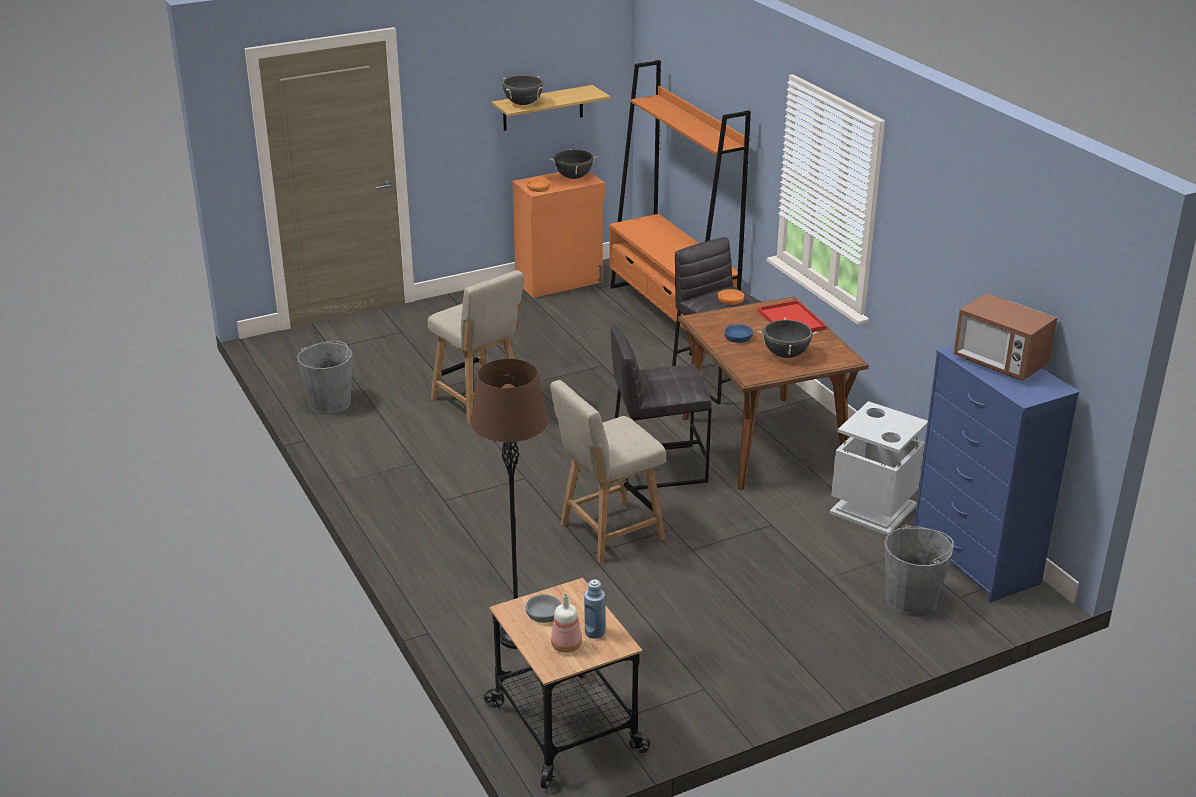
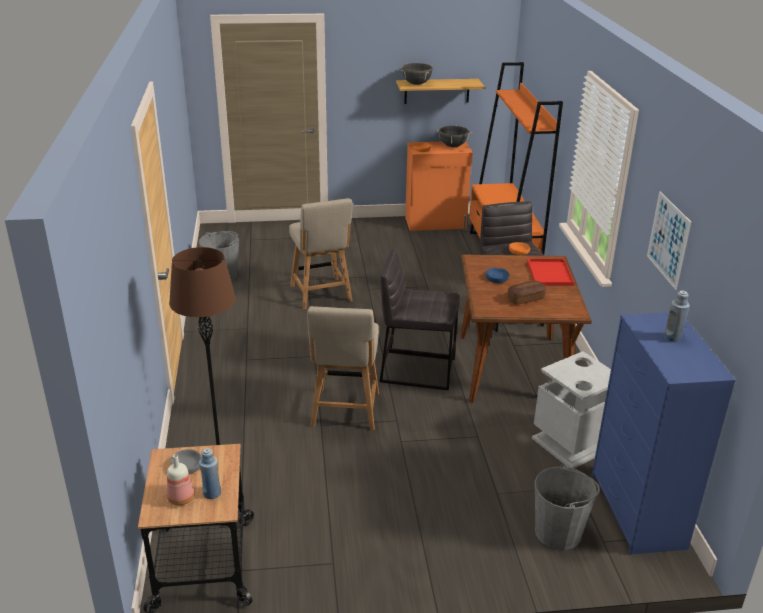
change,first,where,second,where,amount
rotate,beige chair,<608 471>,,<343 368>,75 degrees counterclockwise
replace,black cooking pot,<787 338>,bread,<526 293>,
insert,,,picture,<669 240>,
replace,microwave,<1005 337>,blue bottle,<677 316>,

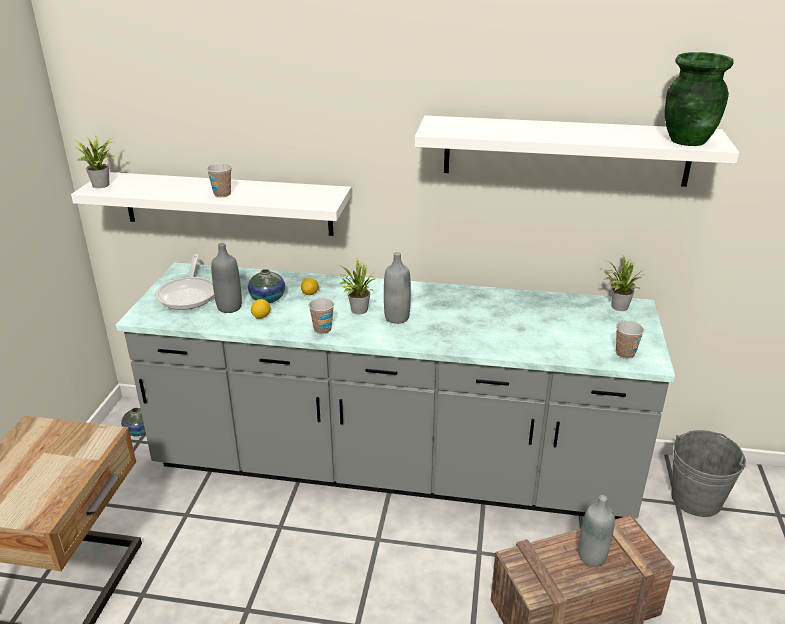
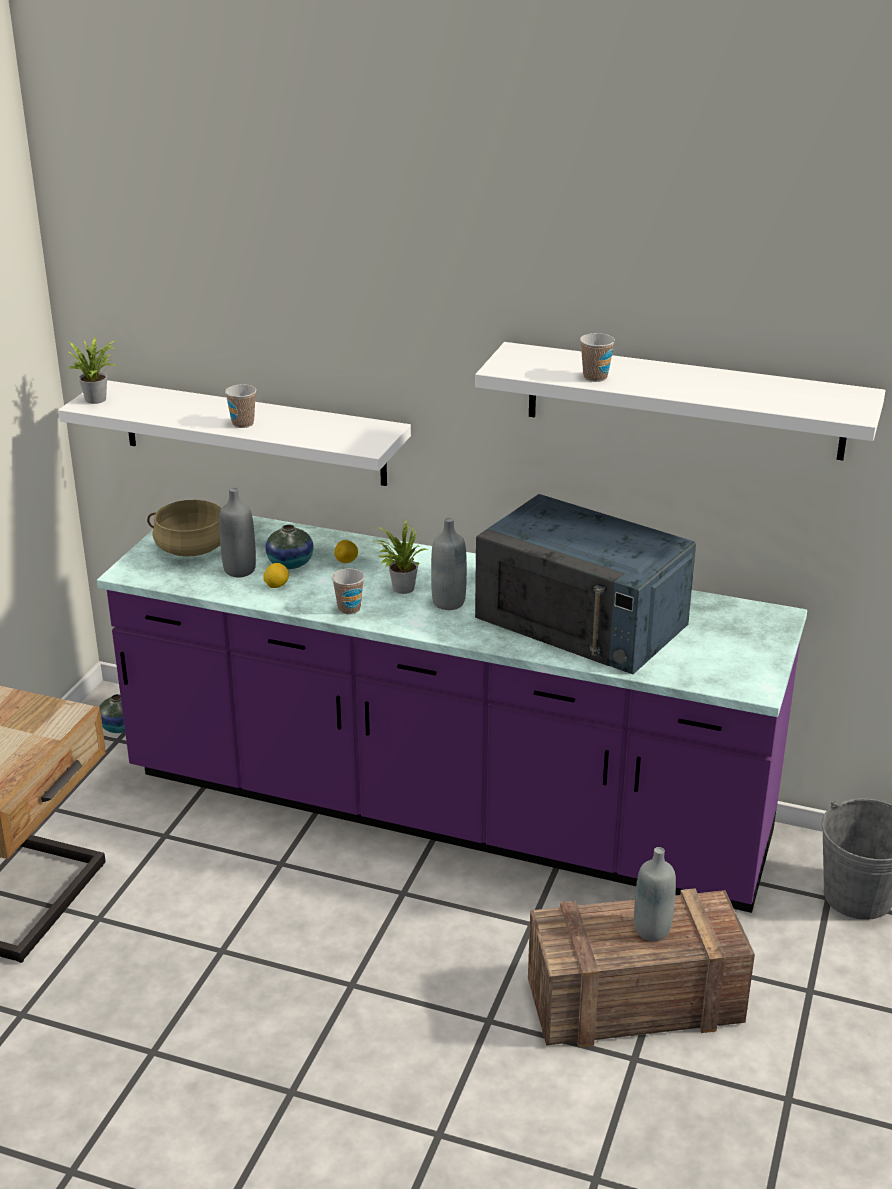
change,first,where,second,where,amount
recolor,grey counter,<395 391>,purple counter,<452 714>,
replace,frying pan,<184 282>,beige cooking pot,<184 528>,
insert,,,blue microwave,<585 584>,
move,cup,<630 340>,,<597 357>,
delete,potted plant,<624 283>,,,
delete,green vase,<699 99>,,,

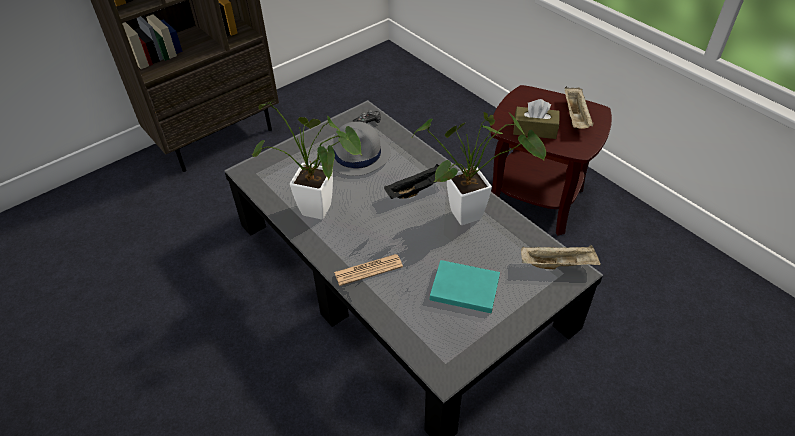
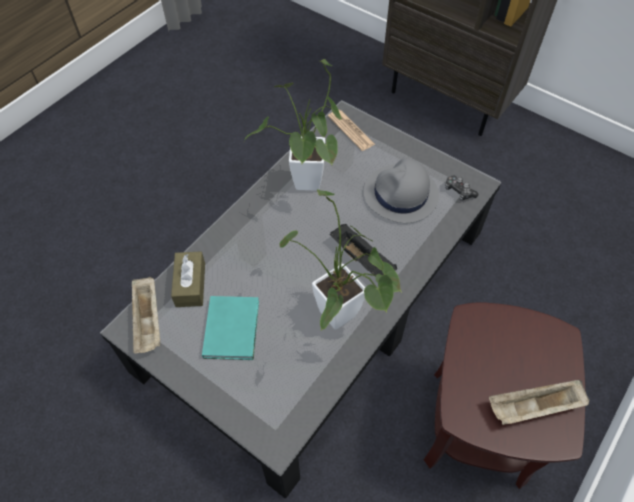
change,first,where,second,where,amount
move,beige tray,<561 257>,,<146 315>,
move,brown tissue box,<536 119>,,<188 279>,
move,newspaper,<368 270>,,<352 130>,

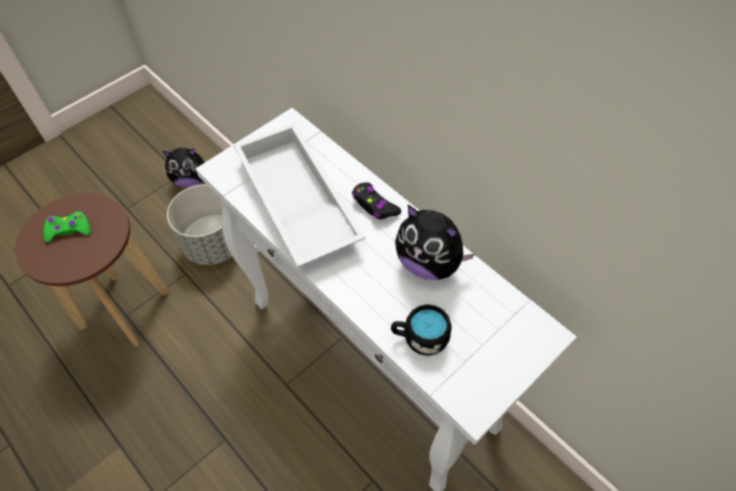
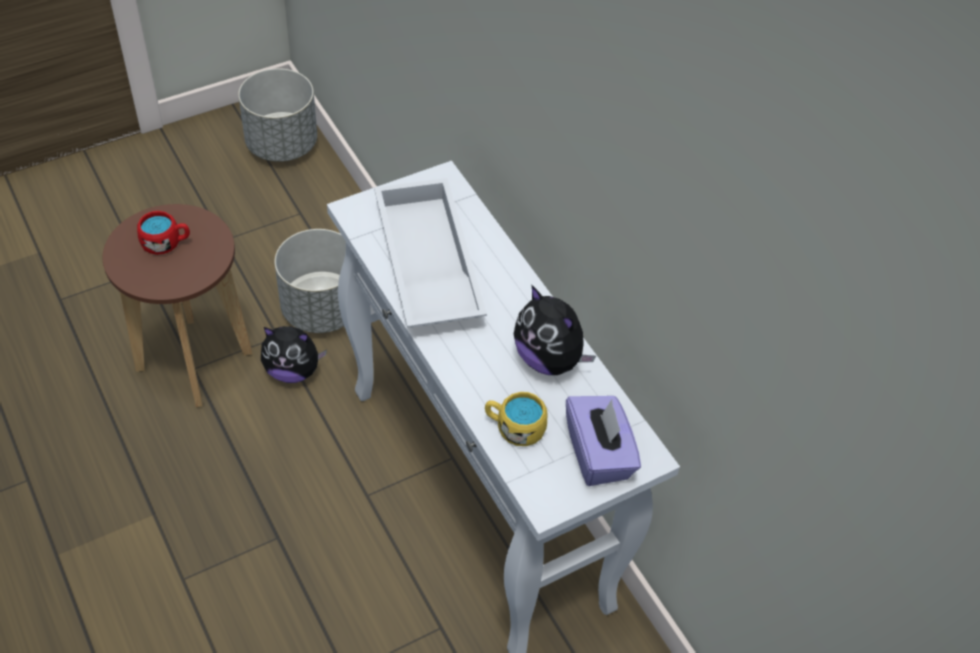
change,first,where,second,where,amount
replace,green game controller,<67 226>,red mug,<163 233>,
insert,,,grey planter,<277 115>,
move,plush toy,<184 168>,,<294 354>,
recolor,black mug,<421 330>,yellow mug,<516 419>,
insert,,,purple tissue box,<603 441>,
delete,black game controller,<376 200>,,,

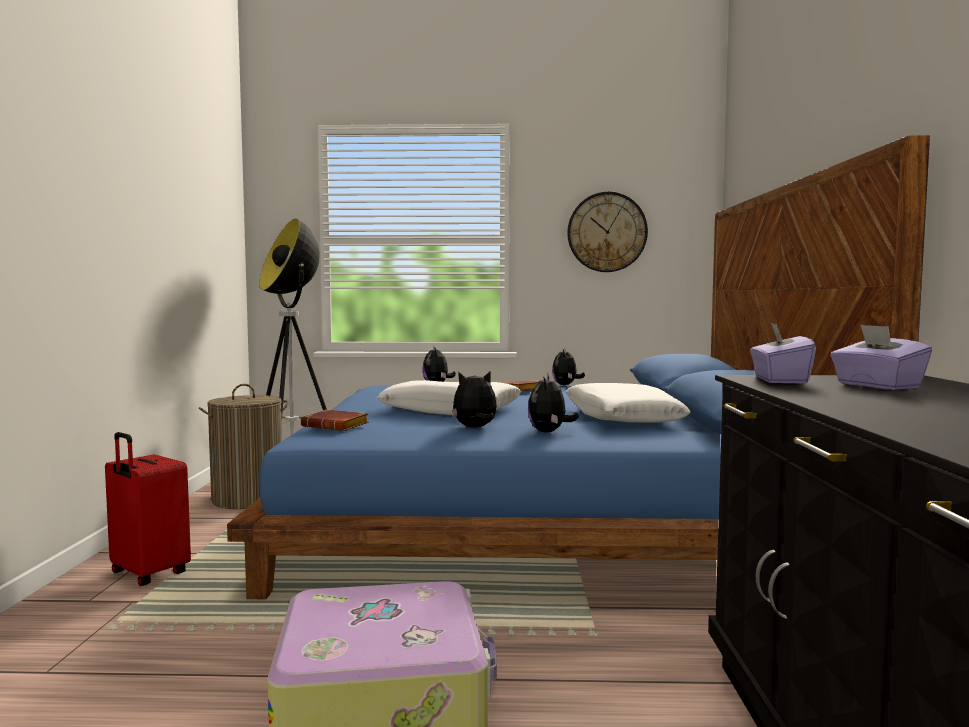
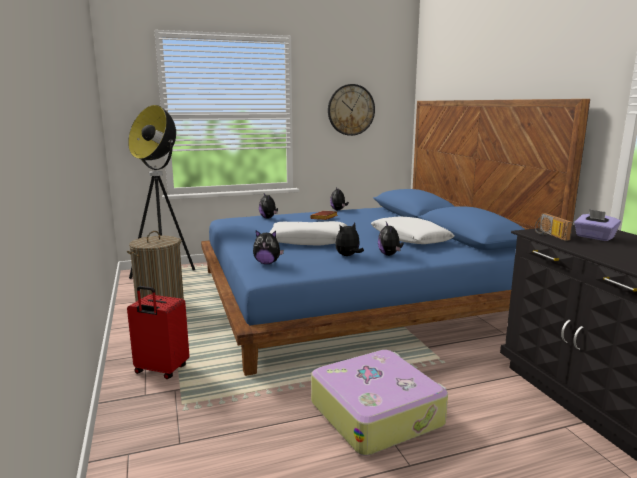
change,first,where,second,where,amount
replace,brown book,<334 420>,plush toy,<268 247>,
replace,purple tissue box,<783 353>,radio,<554 227>,

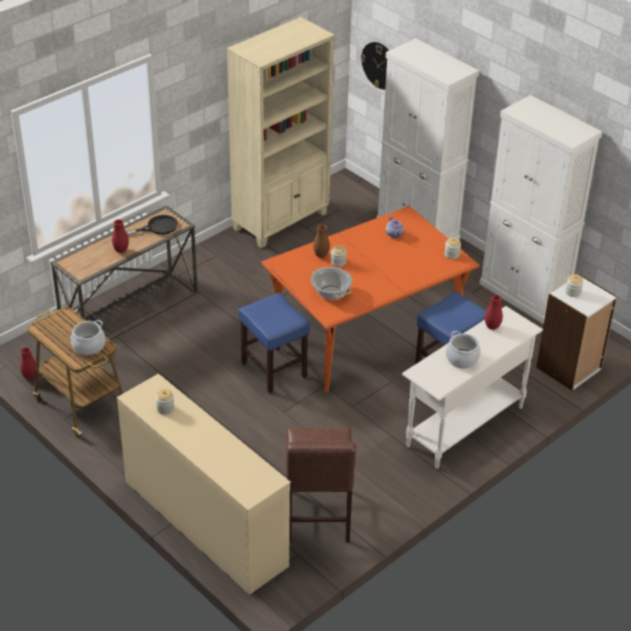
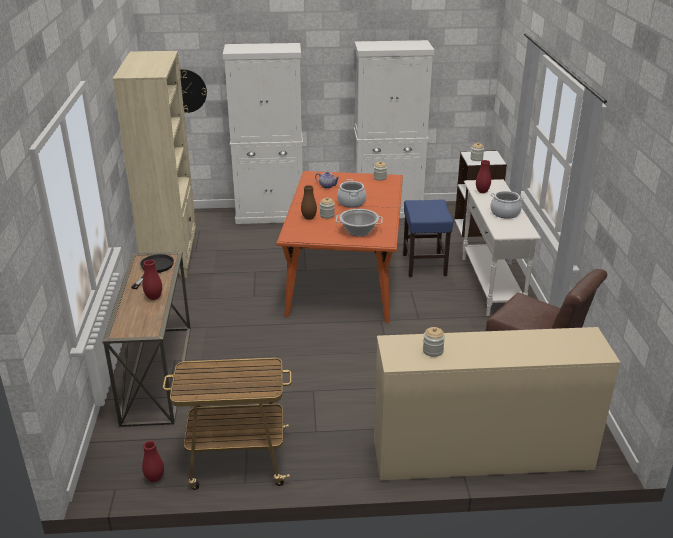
change,first,where,second,where,amount
move,cooking pot,<88 337>,,<351 193>,
delete,blue stool,<274 343>,,,

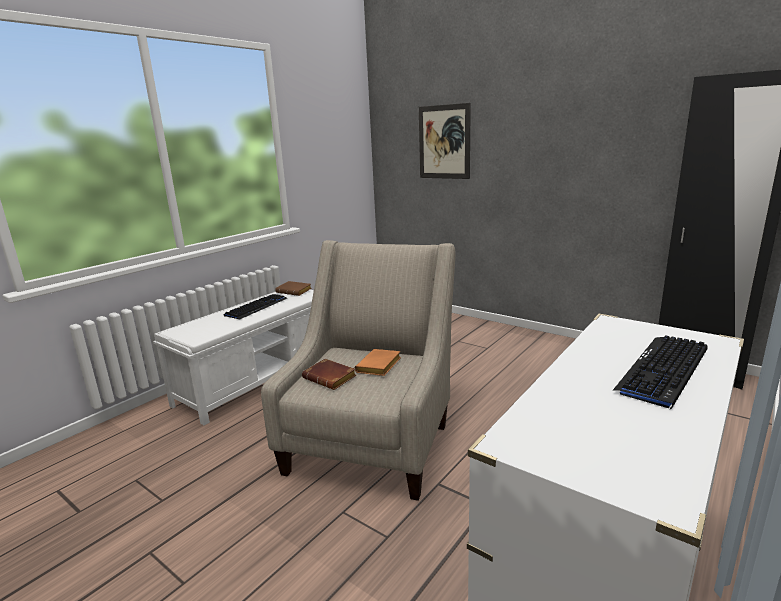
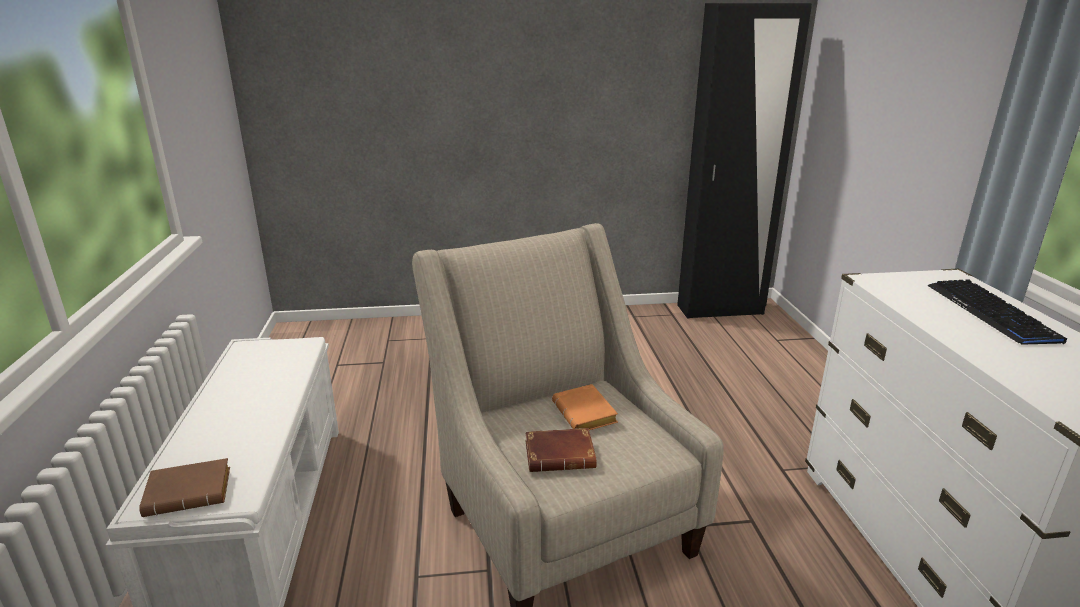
change,first,where,second,where,amount
move,brown book,<293 288>,,<184 487>,
delete,keyboard,<255 306>,,,
delete,picture,<445 141>,,,

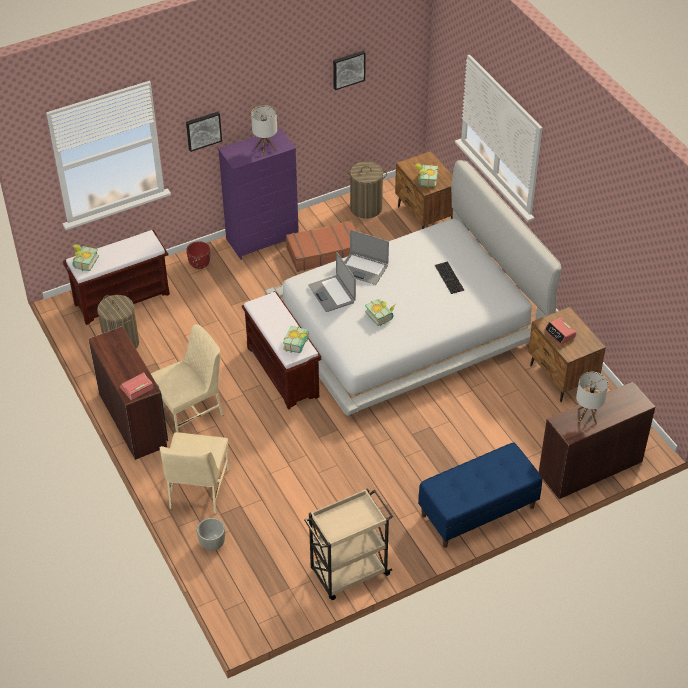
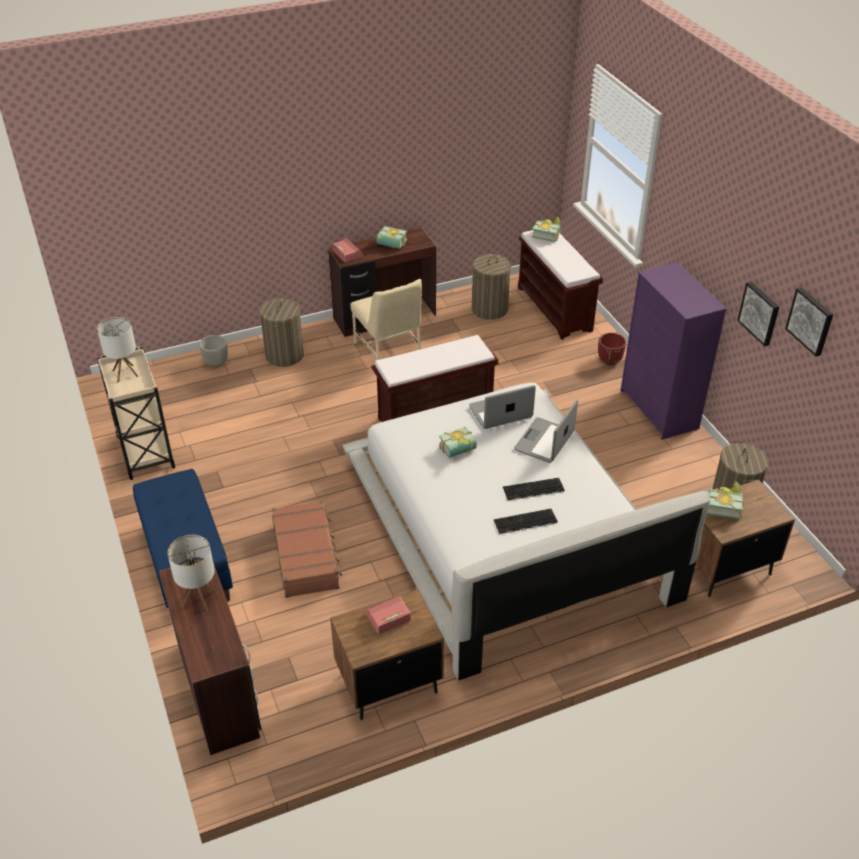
change,first,where,second,where,amount
move,table lamp,<264 131>,,<118 350>,
replace,beige chair,<195 473>,laundry basket,<281 332>,
move,brown suitcase,<321 246>,,<307 549>,
move,book,<296 339>,,<391 237>,
insert,,,keyboard,<534 489>,
move,picture,<204 132>,,<758 314>,

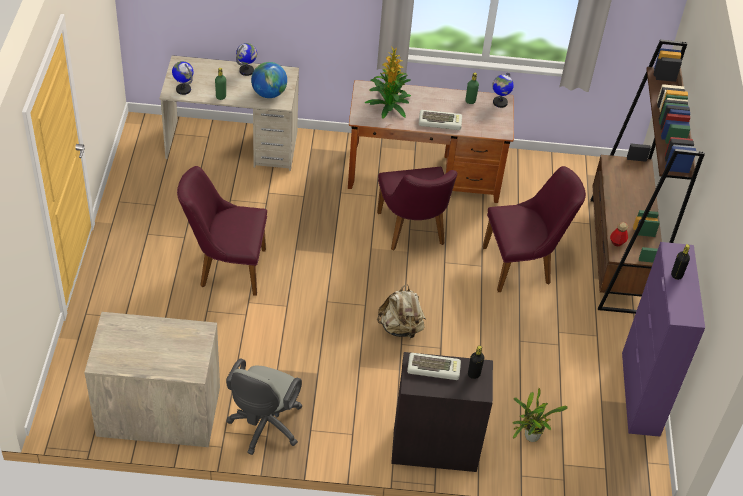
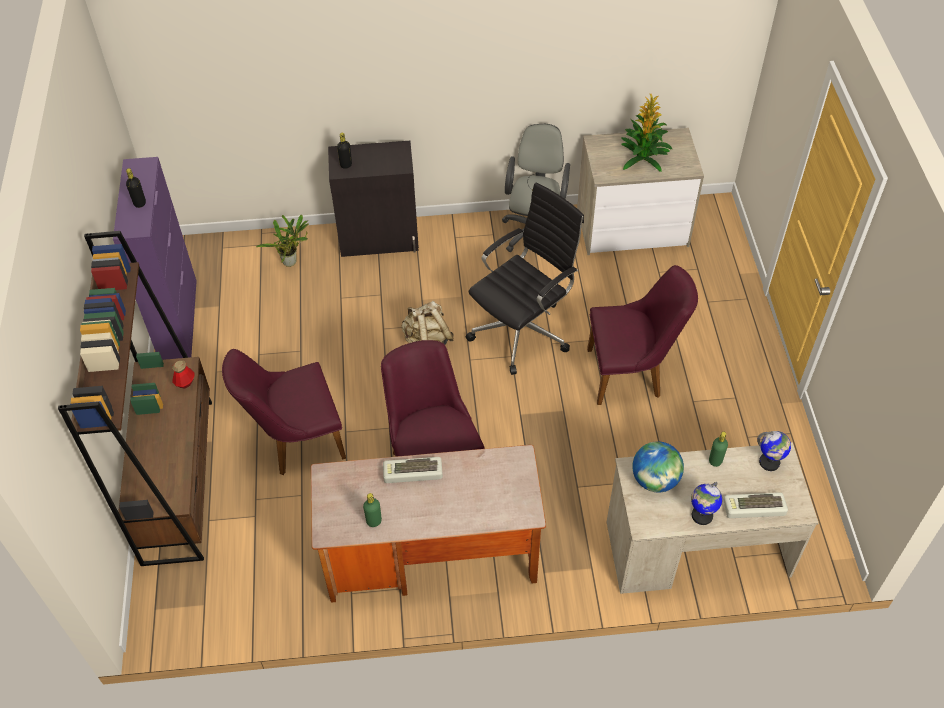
change,first,where,second,where,amount
insert,,,black office chair,<525 278>,
move,potted plant,<388 82>,,<646 132>,
move,keyboard,<434 366>,,<755 505>,
delete,globe,<503 90>,,,

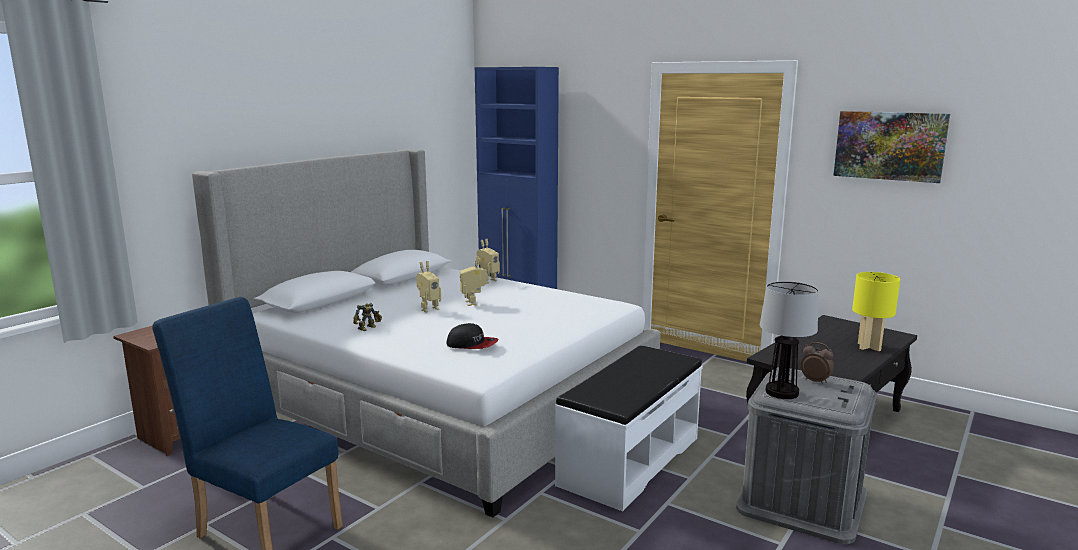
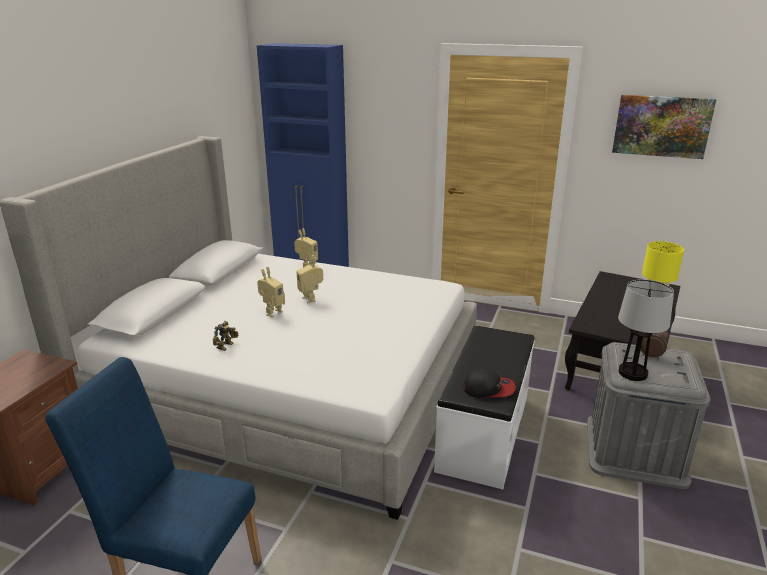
change,first,where,second,where,amount
move,cap,<472 336>,,<489 383>,

